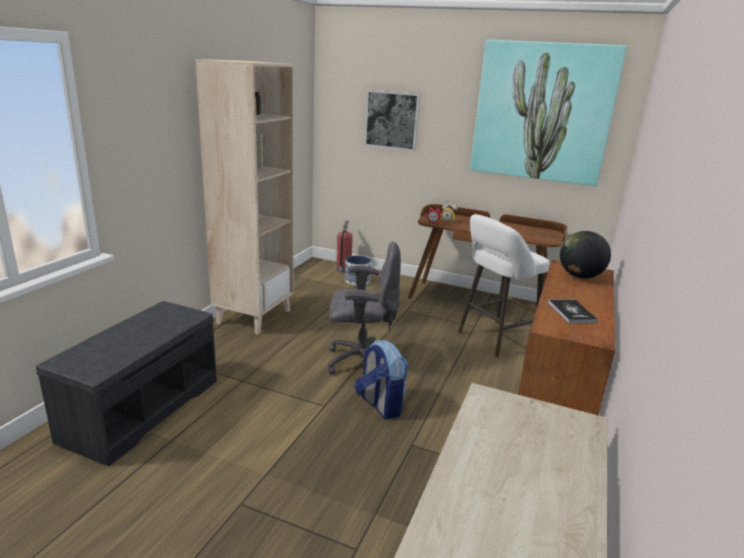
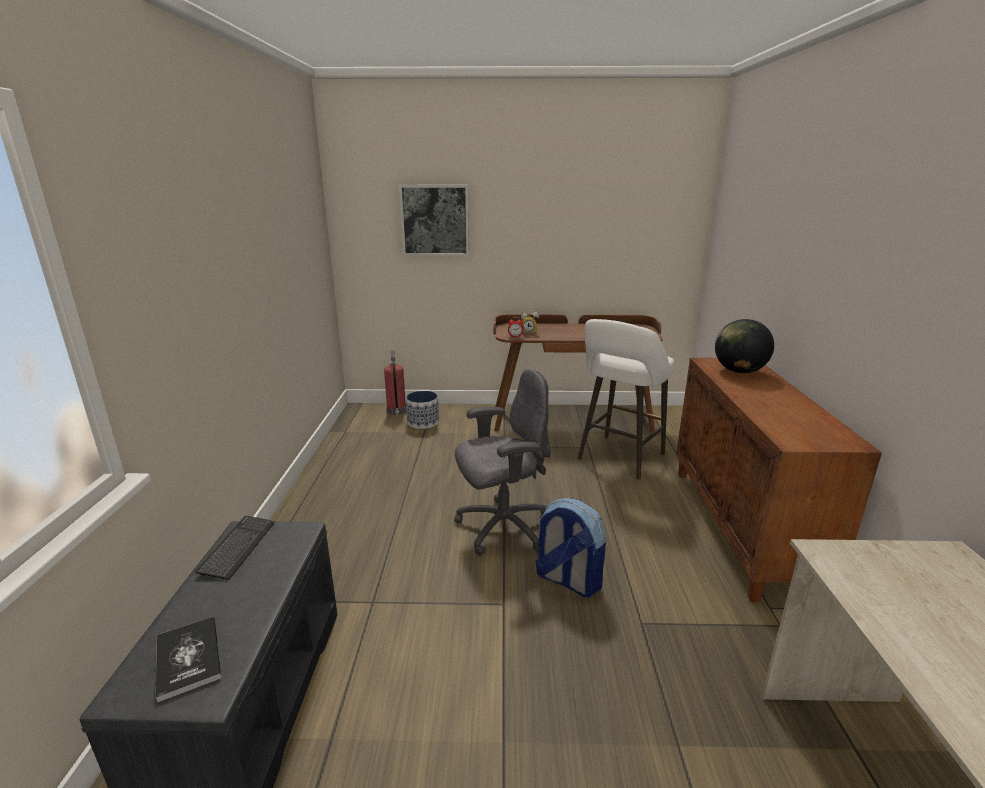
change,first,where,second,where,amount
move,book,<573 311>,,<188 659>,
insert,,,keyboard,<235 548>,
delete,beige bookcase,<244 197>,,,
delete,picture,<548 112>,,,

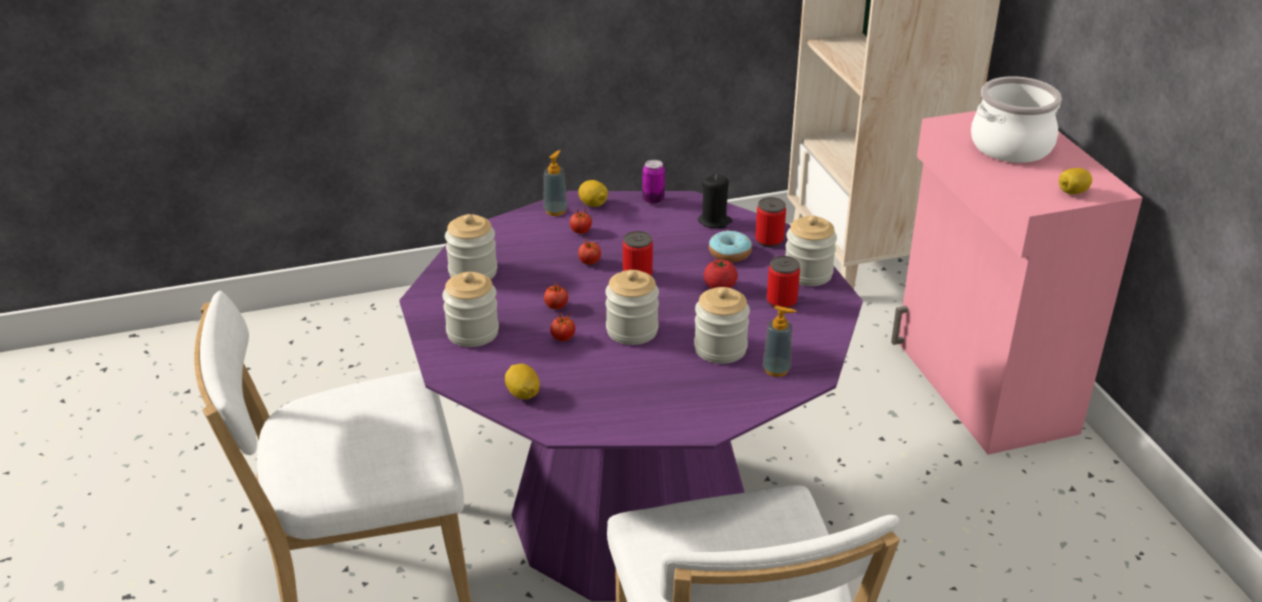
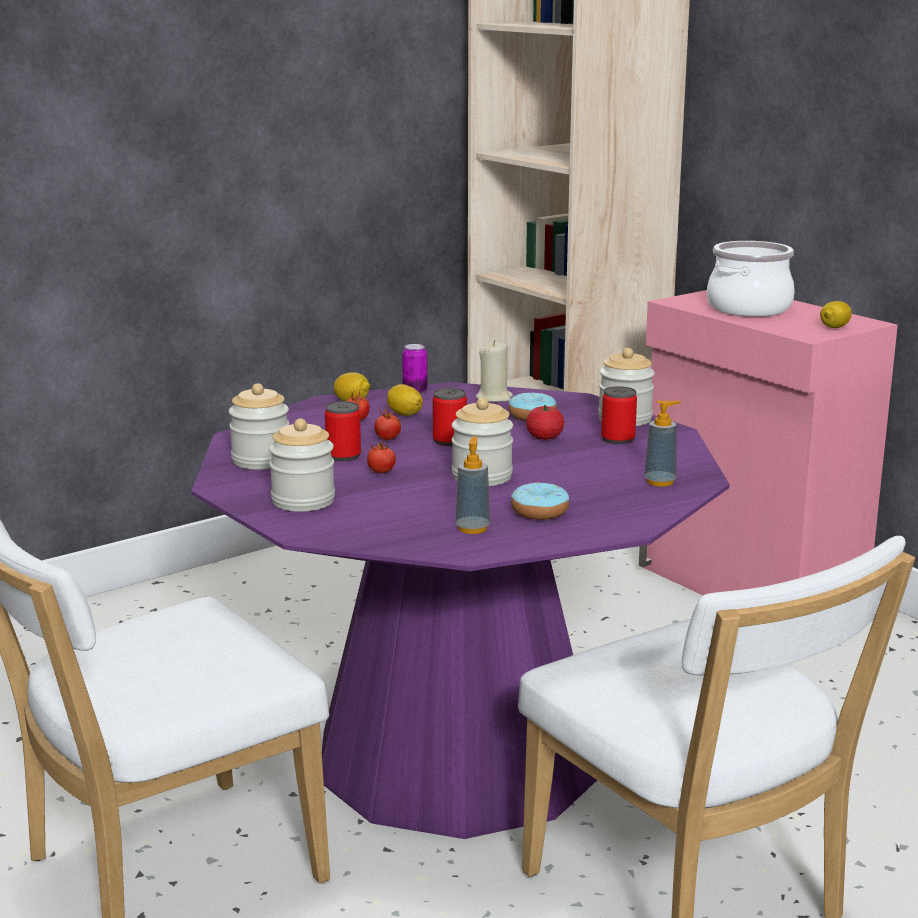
change,first,where,second,where,amount
move,can,<770 222>,,<343 431>,
move,lemon,<522 382>,,<405 400>,
move,soap dispenser,<555 183>,,<472 485>,
recolor,black candle,<715 202>,beige candle,<494 371>,
insert,,,donut,<540 501>,
delete,tomato,<562 327>,,,
delete,jar,<722 325>,,,

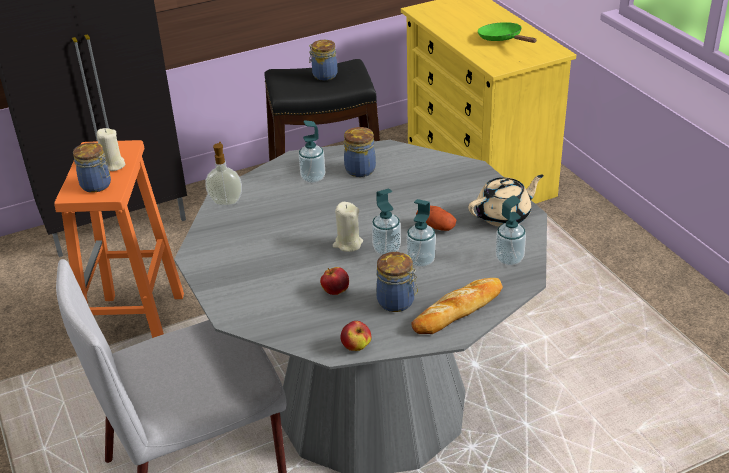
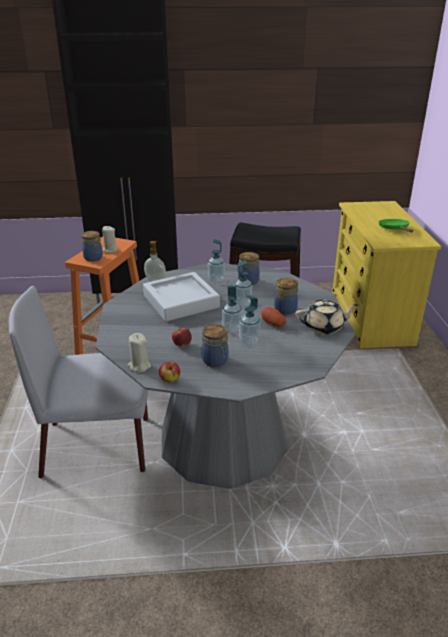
change,first,where,second,where,amount
move,beige candle,<348 227>,,<139 352>,
insert,,,grey tray,<181 296>,
move,soap dispenser,<510 230>,,<243 283>,
move,jar,<323 60>,,<286 296>,
delete,bread,<457 306>,,,

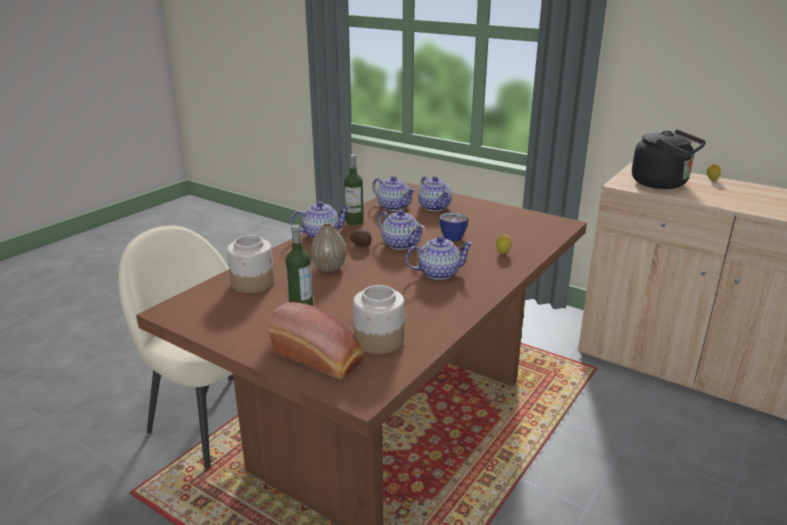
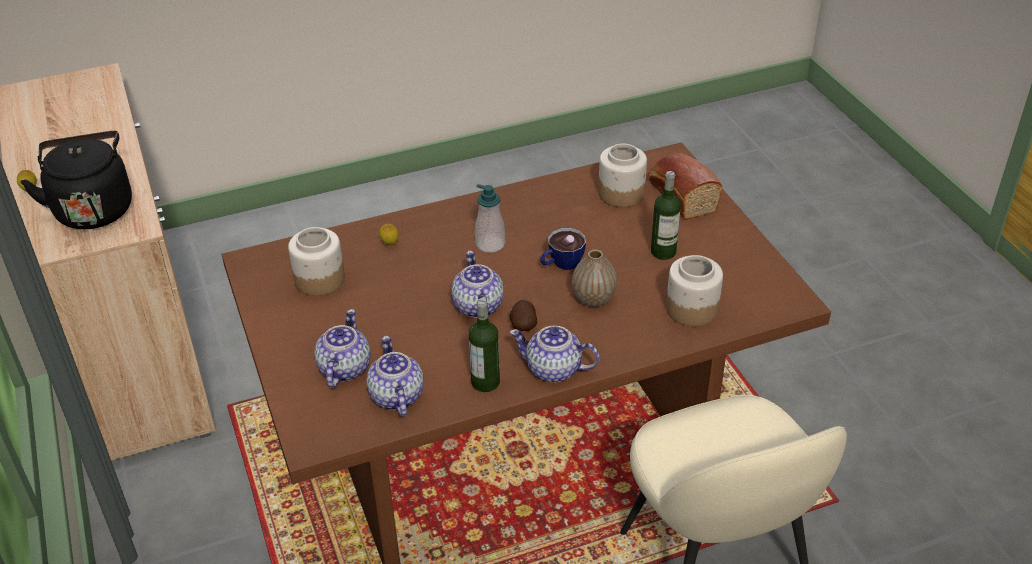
change,first,where,second,where,amount
insert,,,jar,<316 261>,
replace,teapot,<439 258>,soap dispenser,<490 218>,
move,cup,<453 226>,,<563 249>,

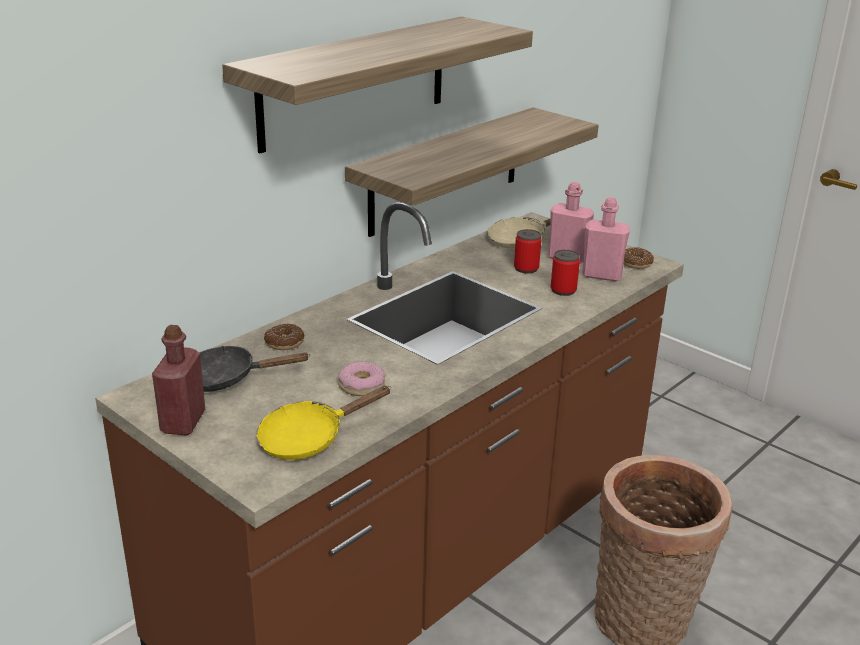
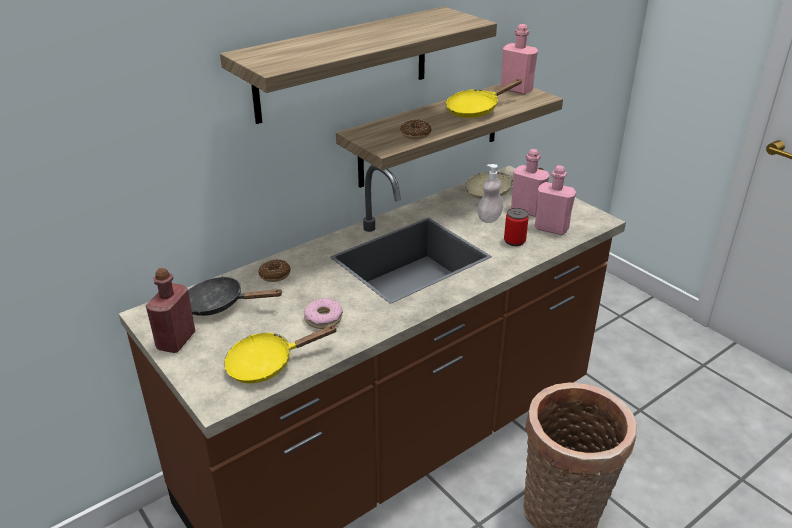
change,first,where,second,where,amount
move,donut,<639 258>,,<416 129>,
insert,,,yellow frying pan,<484 98>,
replace,can,<528 251>,soap dispenser,<490 193>,
insert,,,pink bottle,<519 59>,

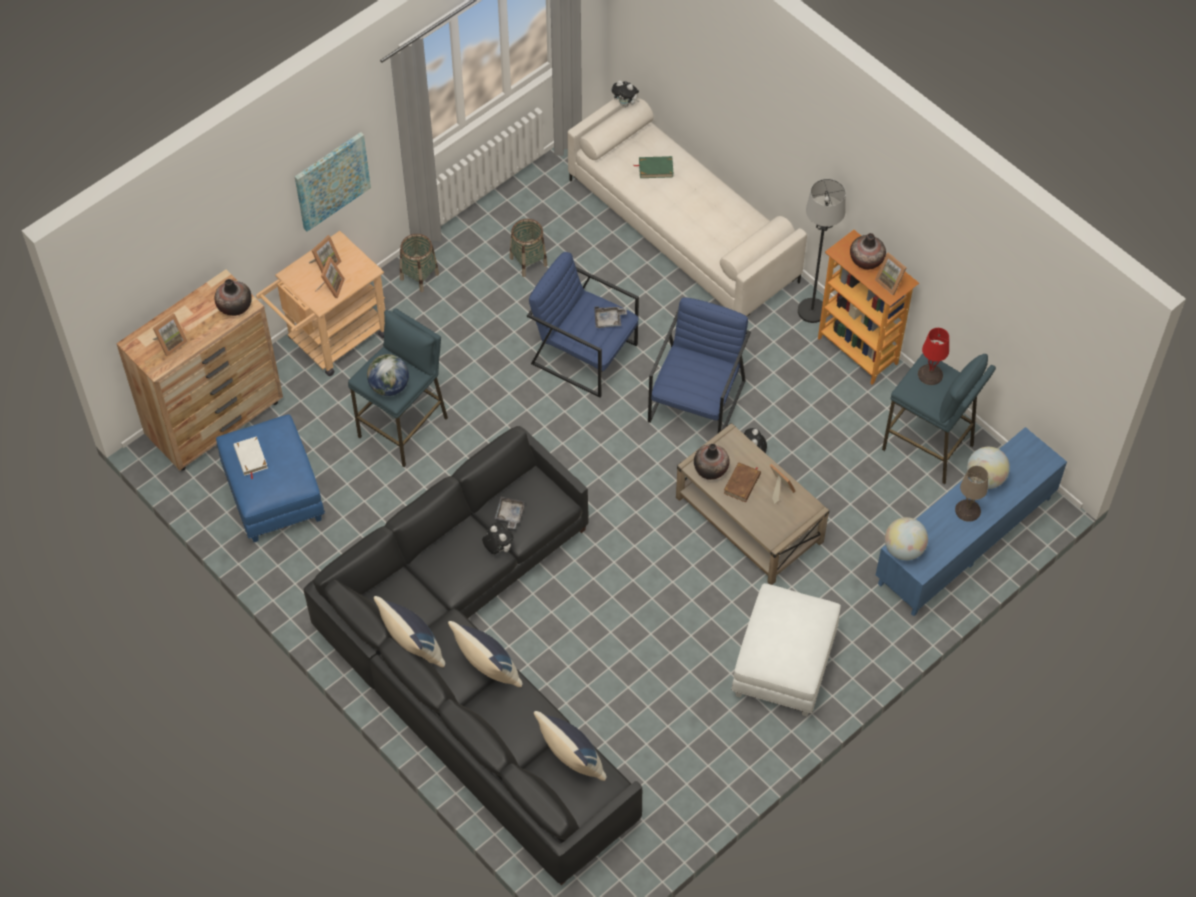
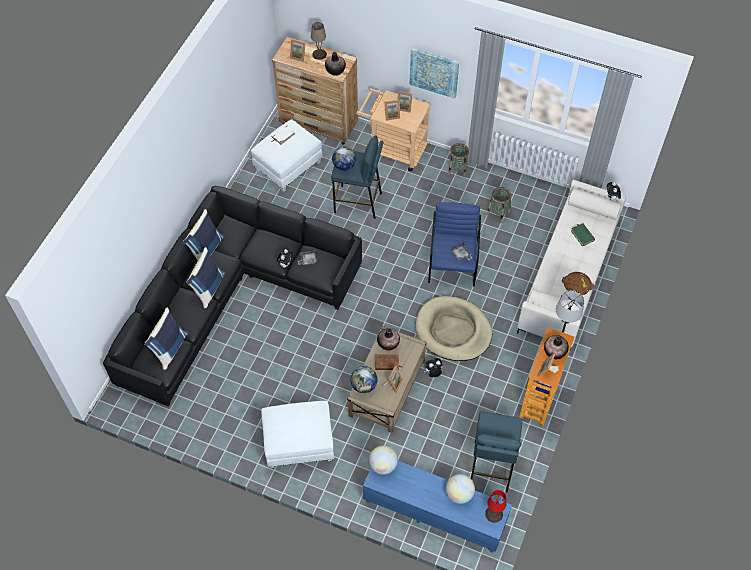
change,first,where,second,where,amount
recolor,blue ottoman,<270 478>,white ottoman,<287 155>,
move,beige table lamp,<971 494>,,<319 41>,
insert,,,globe,<364 379>,
replace,blue armchair,<699 365>,beige dog bed,<453 328>,
move,red table lamp,<933 356>,,<495 506>,
insert,,,brown tray,<578 283>,

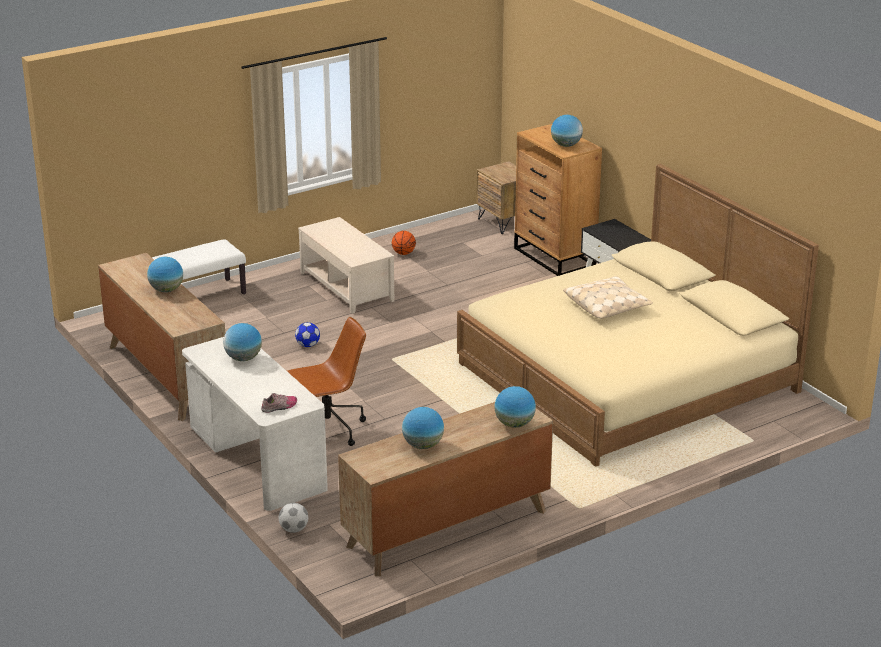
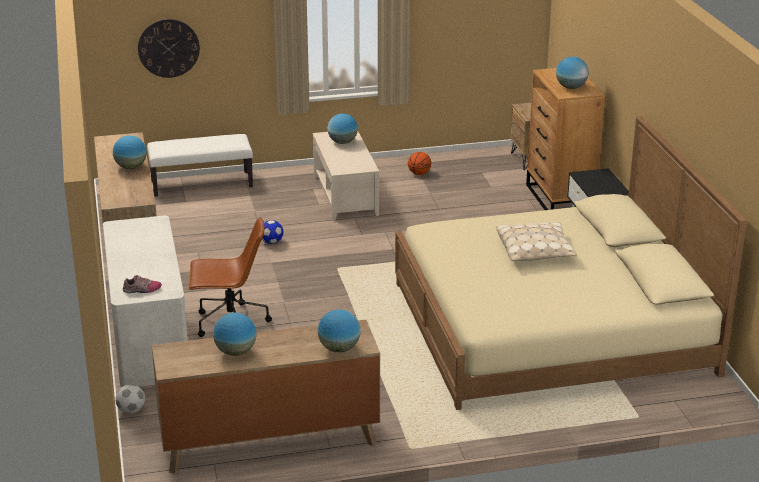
change,first,where,second,where,amount
insert,,,wall clock,<169 48>,
move,globe,<242 342>,,<342 128>,

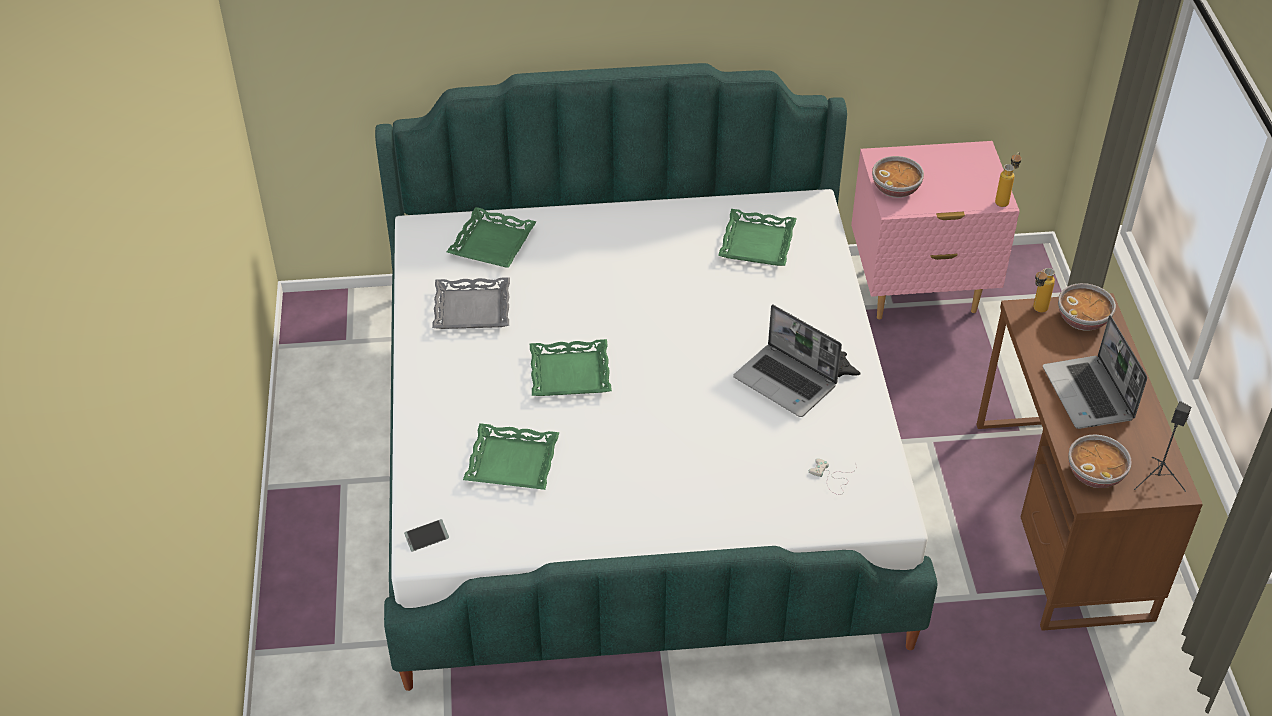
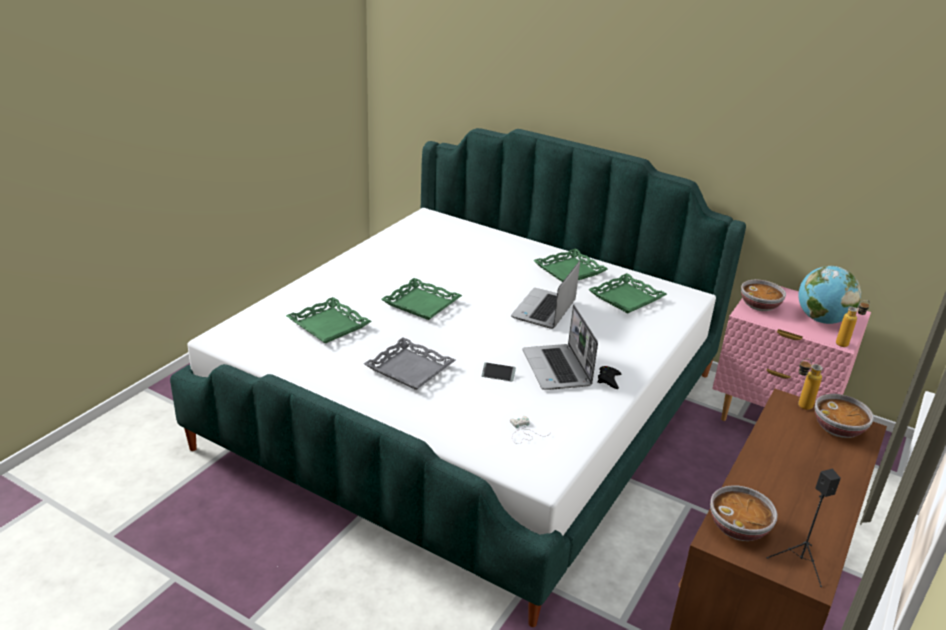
change,first,where,second,where,amount
move,grey tray,<471 303>,,<410 363>,
move,phone,<426 535>,,<499 371>,
move,laptop,<1095 372>,,<545 295>,
move,green tray,<492 237>,,<570 265>,
insert,,,globe,<829 295>,

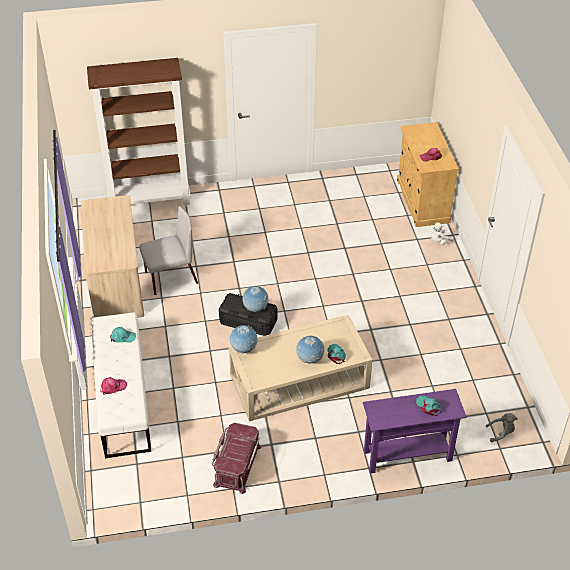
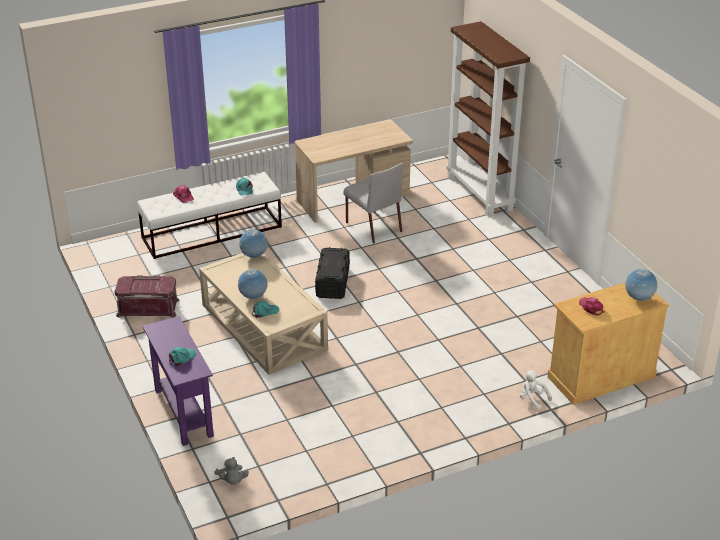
change,first,where,second,where,amount
move,globe,<255 299>,,<641 285>,

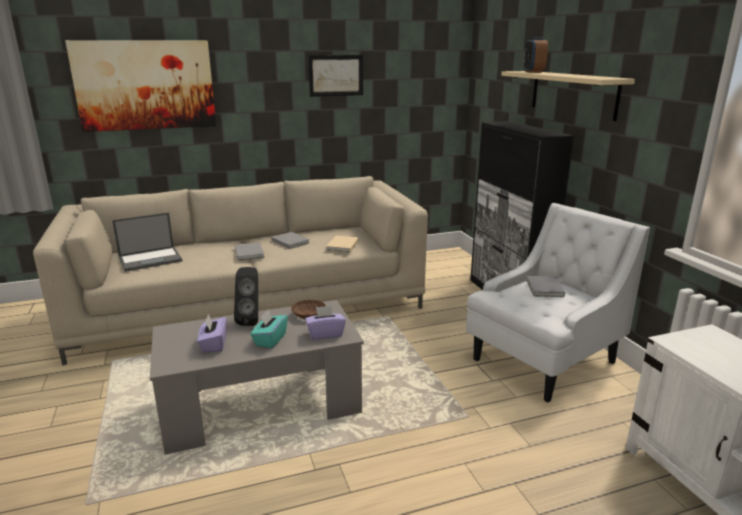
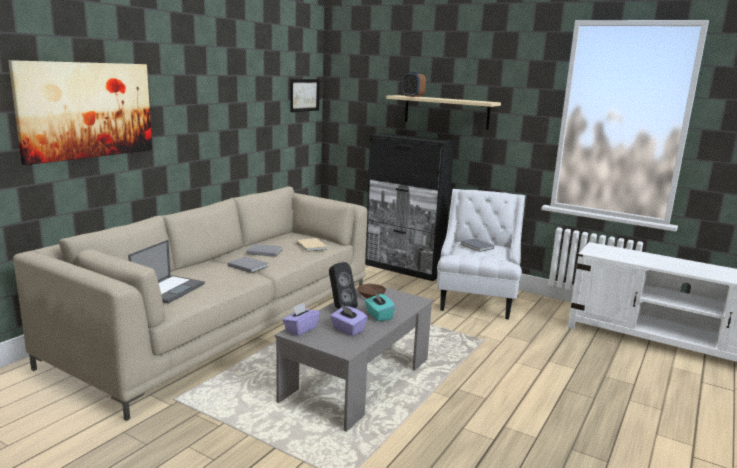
change,first,where,second,where,amount
move,purple tissue box,<325 323>,,<301 319>,
move,picture,<335 76>,,<305 95>,

